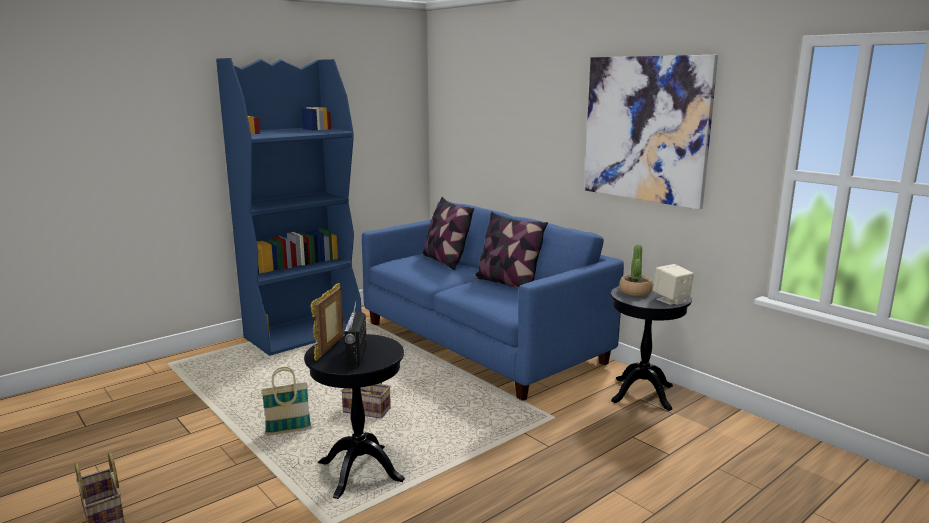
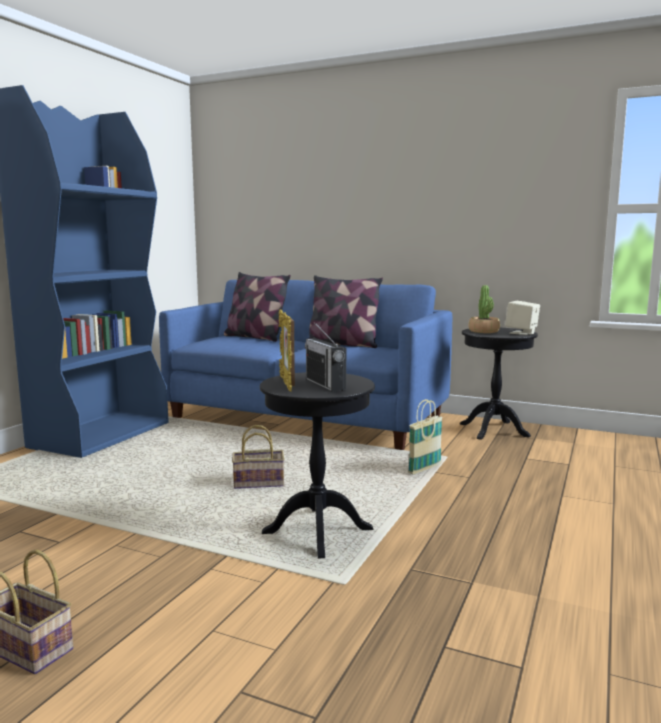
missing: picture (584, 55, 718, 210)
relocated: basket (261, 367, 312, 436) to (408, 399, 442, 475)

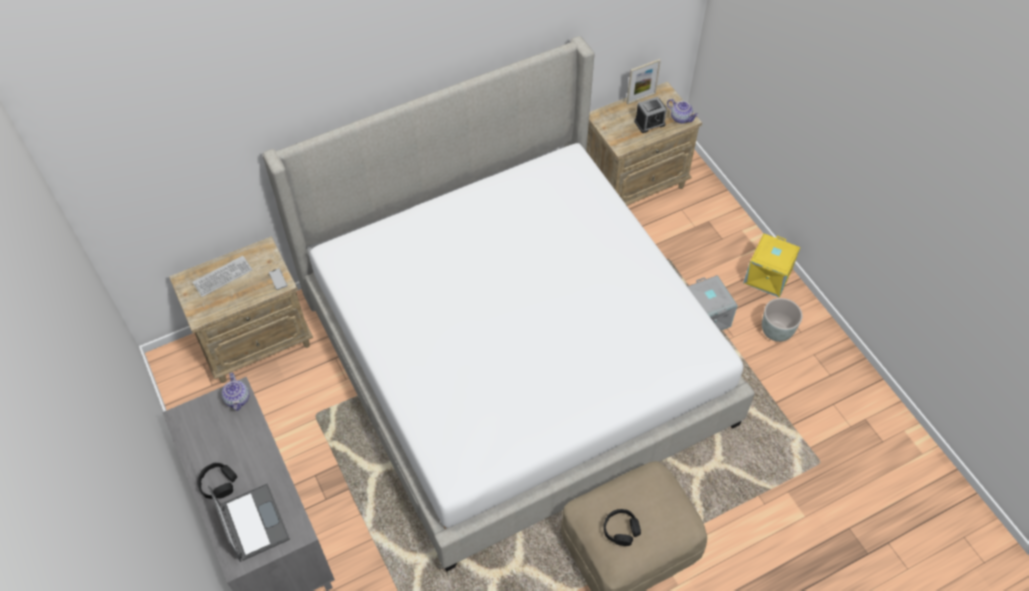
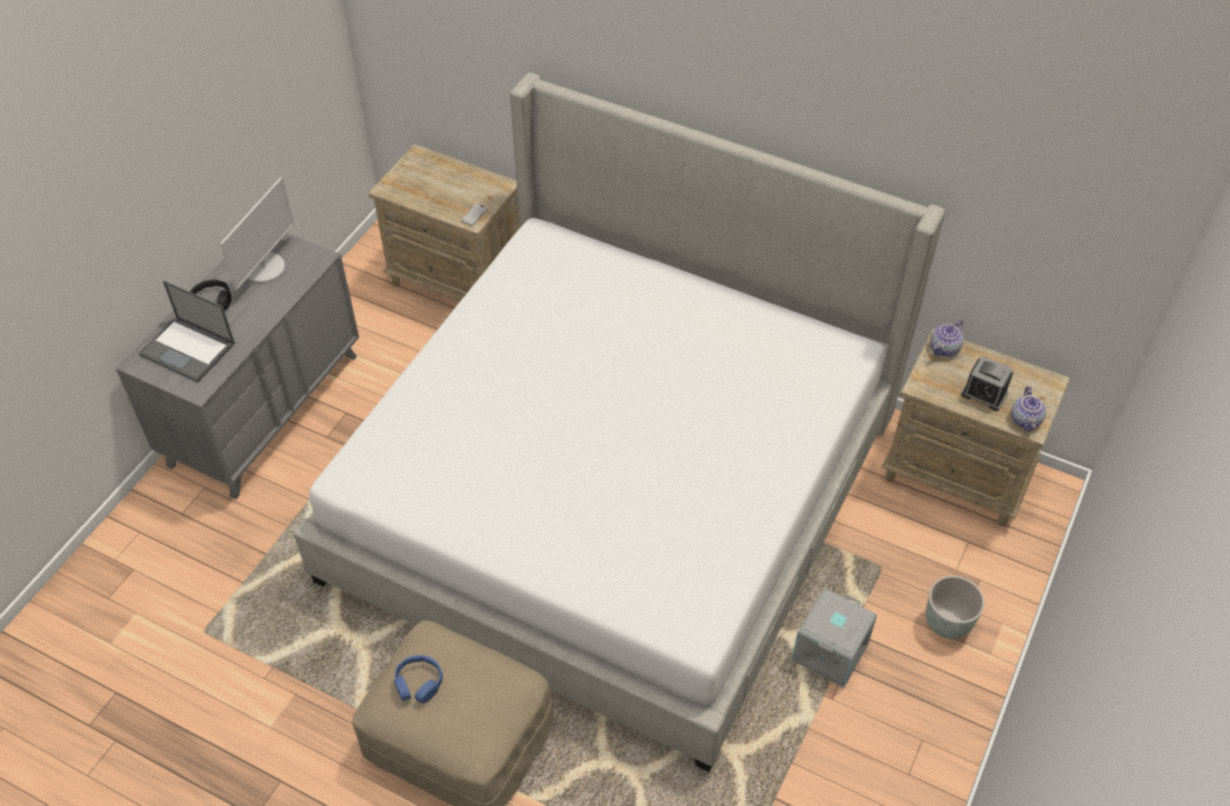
missing: keyboard (192, 256, 253, 297); picture frame (626, 59, 661, 105); storage box (yellow) (743, 233, 800, 298)
appeared: monitor (220, 177, 294, 290)
relocated: teapot (221, 373, 250, 411) to (930, 319, 964, 356); planter (grey) (762, 298, 802, 342) to (926, 576, 985, 639)
colour: headphones (black) (604, 509, 641, 546) to headphones (blue) (394, 655, 443, 703)
spun: laptop (208, 483, 290, 562) = (139, 280, 235, 382) 90 degrees clockwise

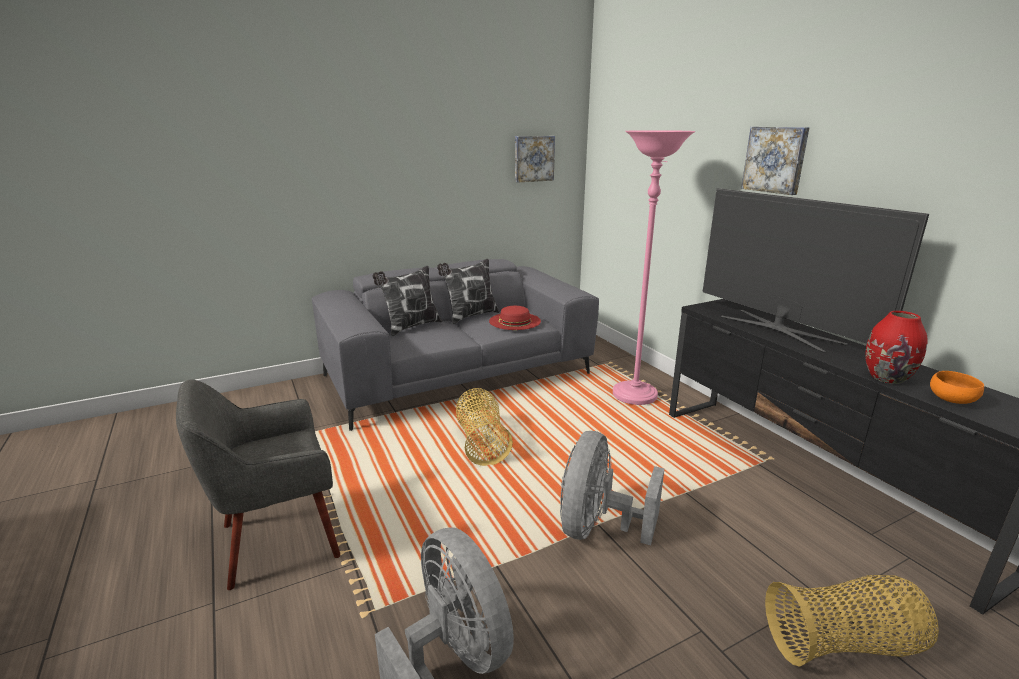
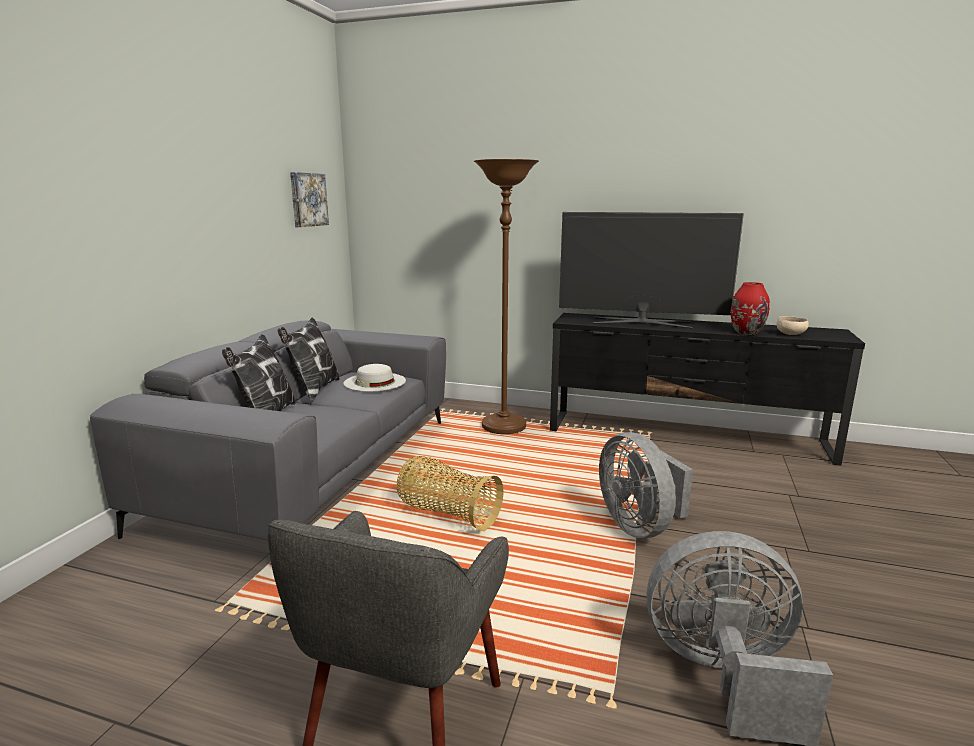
missing: picture (741, 127, 810, 195); basket (765, 575, 939, 667)
colour: hat (red) (489, 306, 541, 330) to hat (white) (343, 364, 406, 391); floor lamp (pink) (613, 130, 696, 405) to floor lamp (brown) (474, 159, 539, 434); bowl (orange) (930, 371, 984, 404) to bowl (beige) (777, 316, 809, 335)

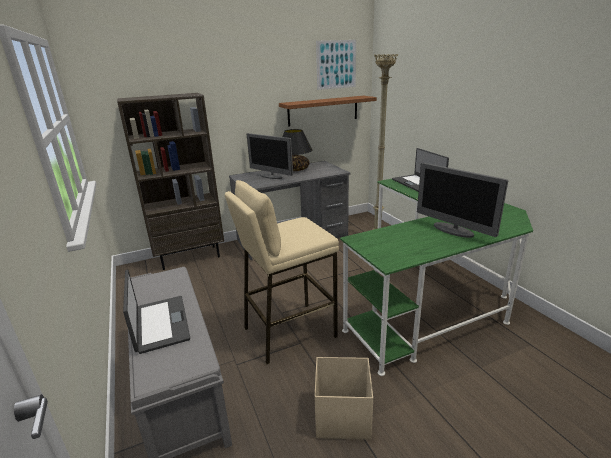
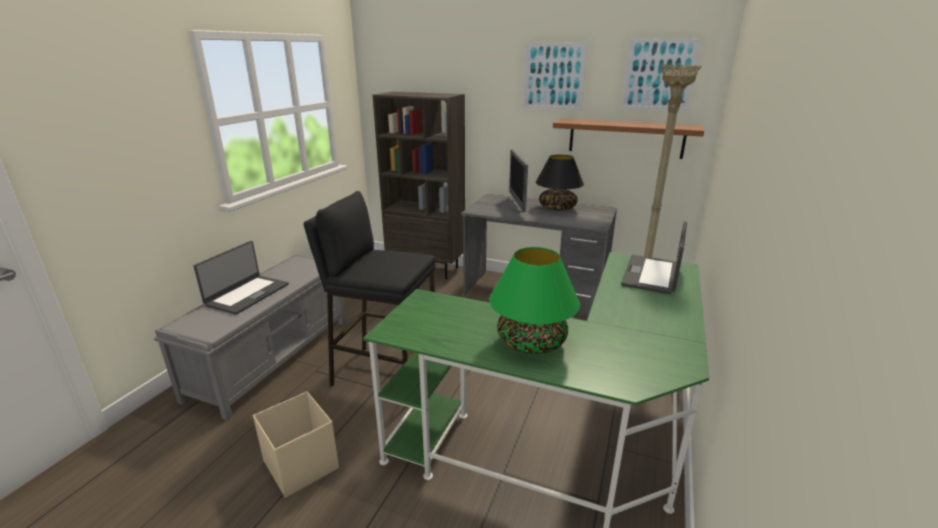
appeared: picture (523, 43, 588, 110)
exchanged: monitor (417, 163, 508, 238) to table lamp (green) (489, 247, 580, 354)
colour: stool (beige) (225, 180, 339, 364) to stool (black) (304, 191, 436, 386)

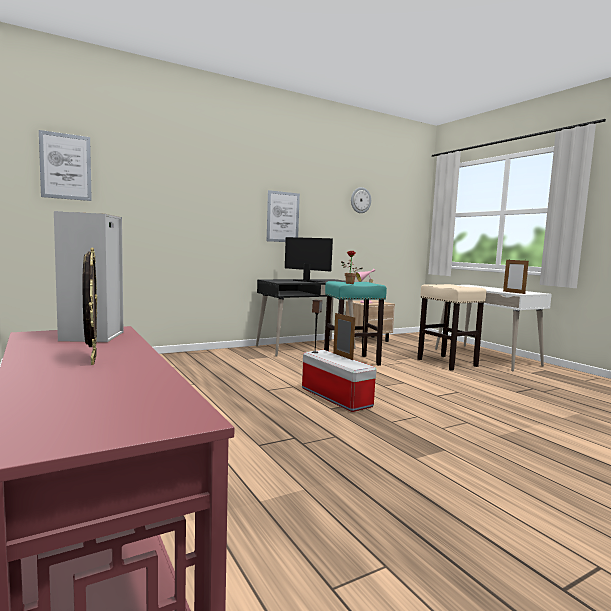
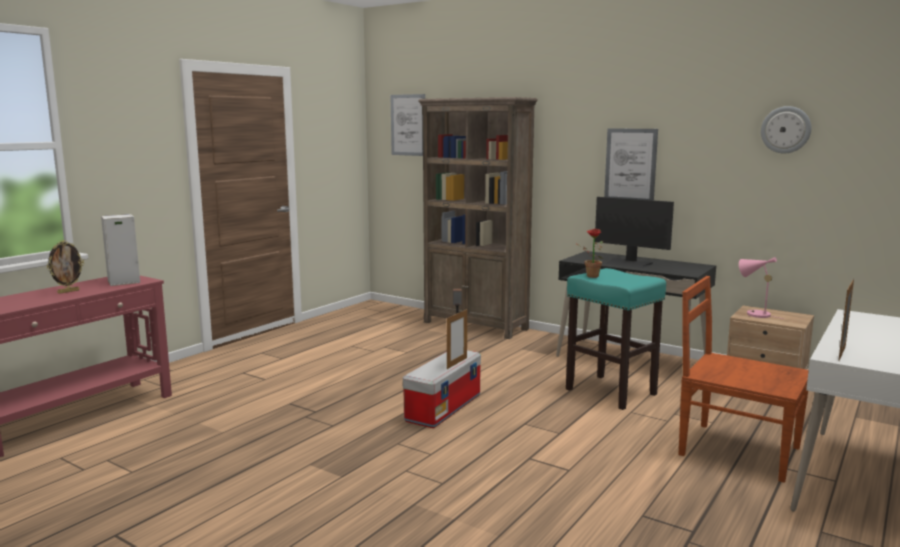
appeared: bookcase (brown) (418, 97, 538, 339)
exchanged: stool (beige) (417, 284, 487, 371) to chair (brown) (679, 276, 809, 483)
spun: monitor (285, 237, 333, 283) = (595, 197, 674, 268) 120 degrees clockwise

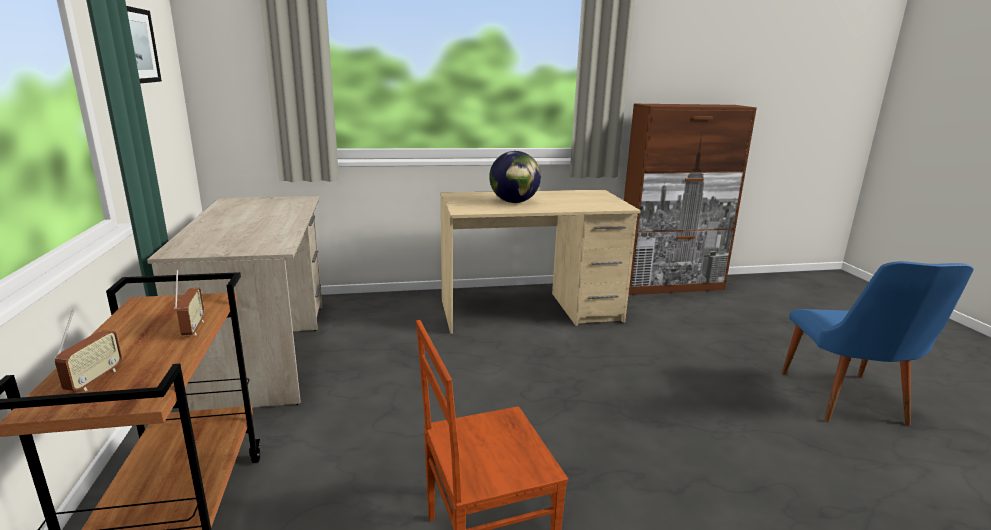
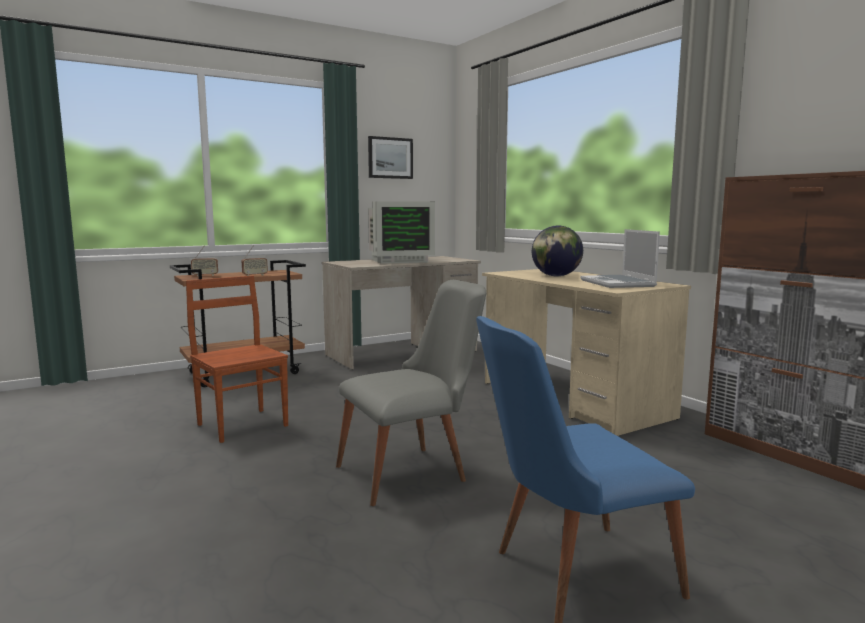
appeared: chair (grey) (336, 280, 486, 506); monitor (368, 201, 435, 264); laptop (580, 229, 660, 288)

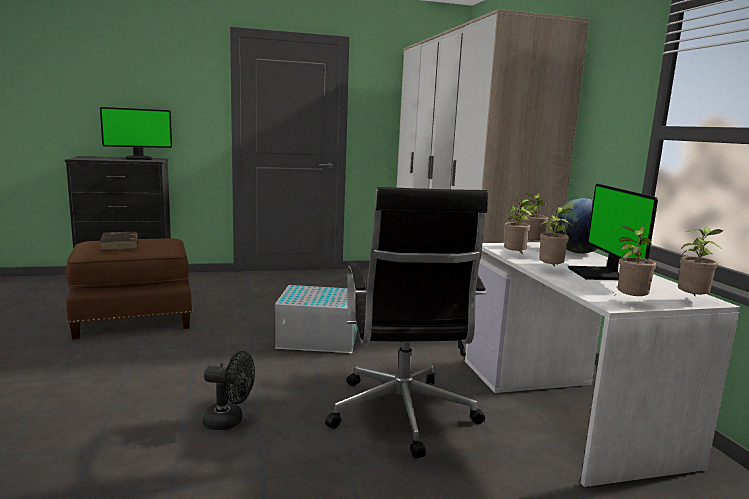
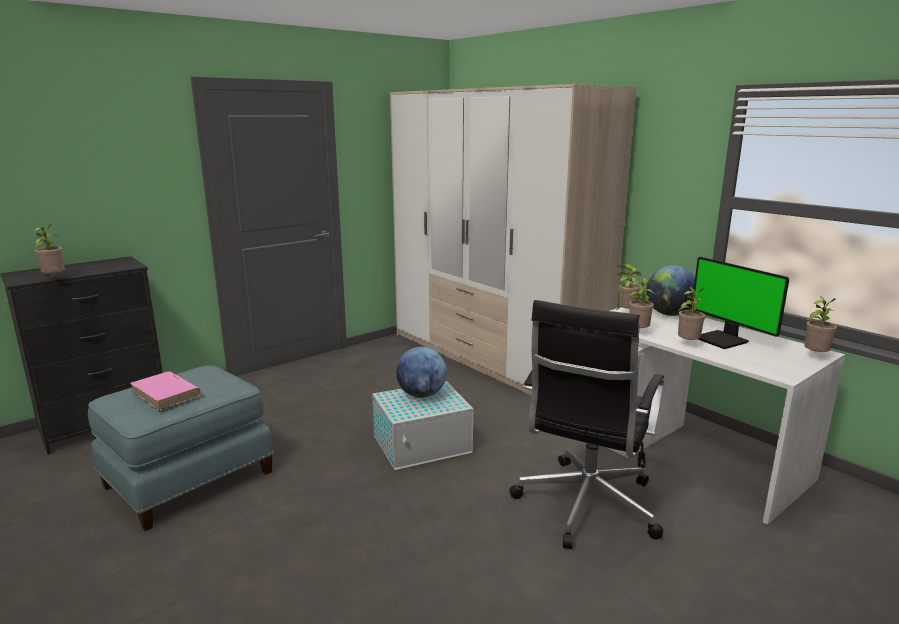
missing: monitor (100, 107, 172, 160); fan (black) (202, 351, 255, 430)
appeared: globe (396, 347, 447, 398)
relocated: potted plant (613, 226, 656, 297) to (33, 224, 65, 277)
colour: ottoman (brown) (66, 238, 192, 339) to ottoman (blue) (88, 365, 274, 531); book (brown) (100, 232, 138, 250) to book (pink) (130, 371, 201, 410)
spun: office chair (black) (325, 187, 488, 458) = (509, 300, 664, 549) 60 degrees clockwise

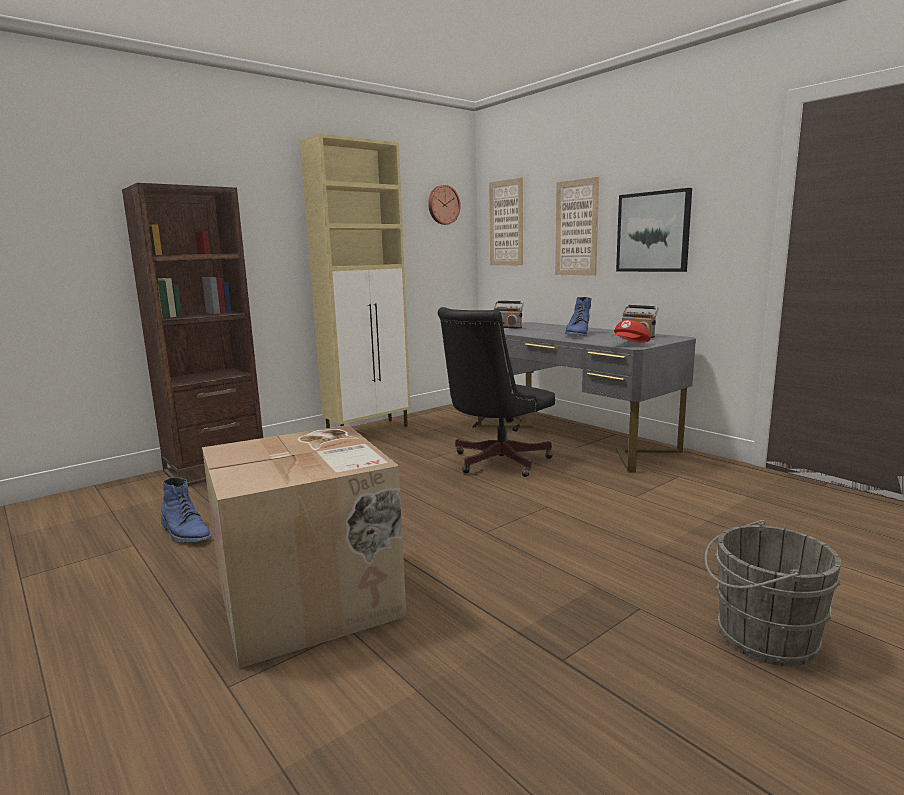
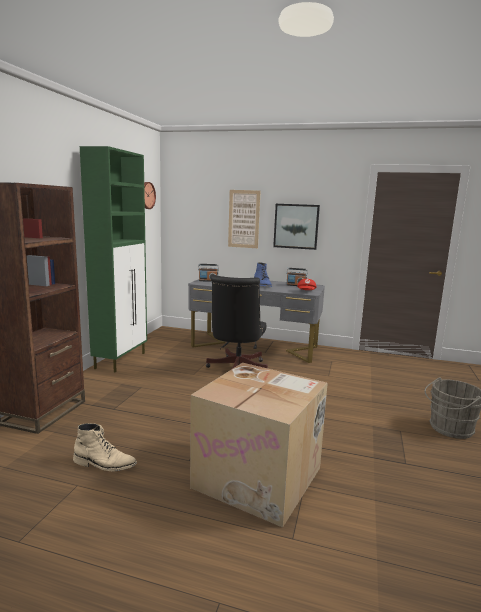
missing: picture (489, 177, 523, 266)
colour: boot (blue) (161, 477, 212, 542) to boot (beige) (73, 423, 137, 471); cabinet (beige) (300, 133, 411, 428) to cabinet (green) (80, 146, 147, 373)

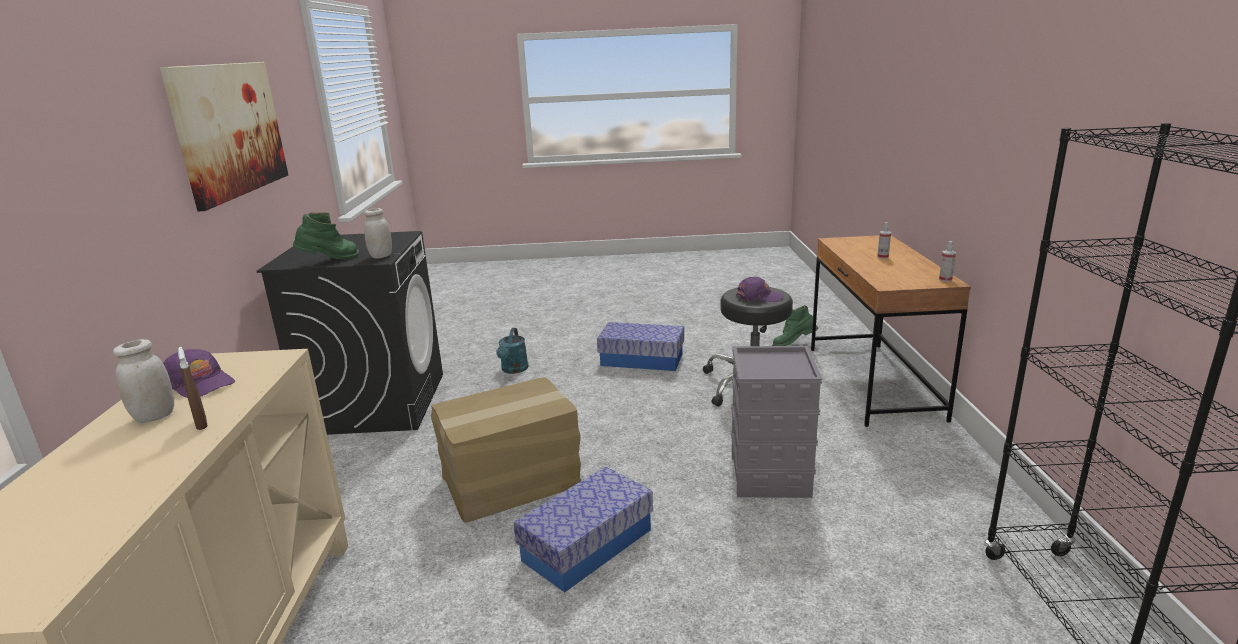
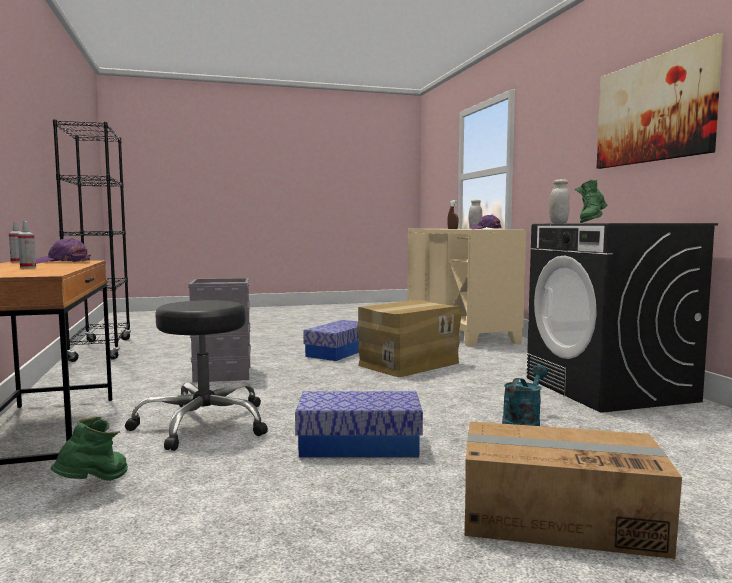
appeared: cardboard box (465, 421, 682, 559)
relocated: cap (purple) (736, 277, 784, 302) to (36, 238, 91, 263)
spun: watering can (turquoise) (496, 328, 529, 374) = (502, 365, 548, 426) 45 degrees clockwise; boot (green) (772, 305, 818, 346) = (50, 416, 128, 481) 45 degrees counterclockwise

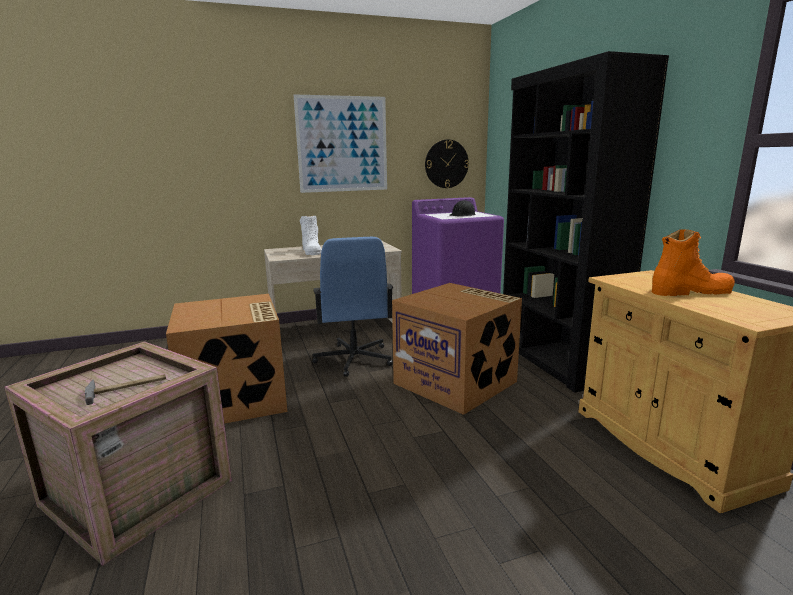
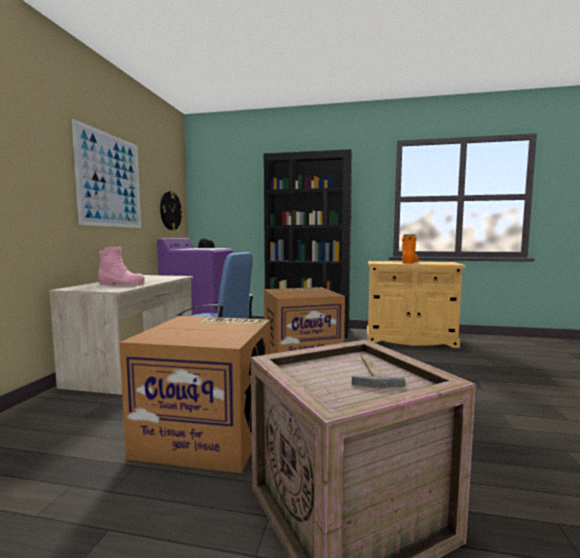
colour: boot (white) (300, 215, 322, 255) to boot (pink) (98, 247, 145, 285)

